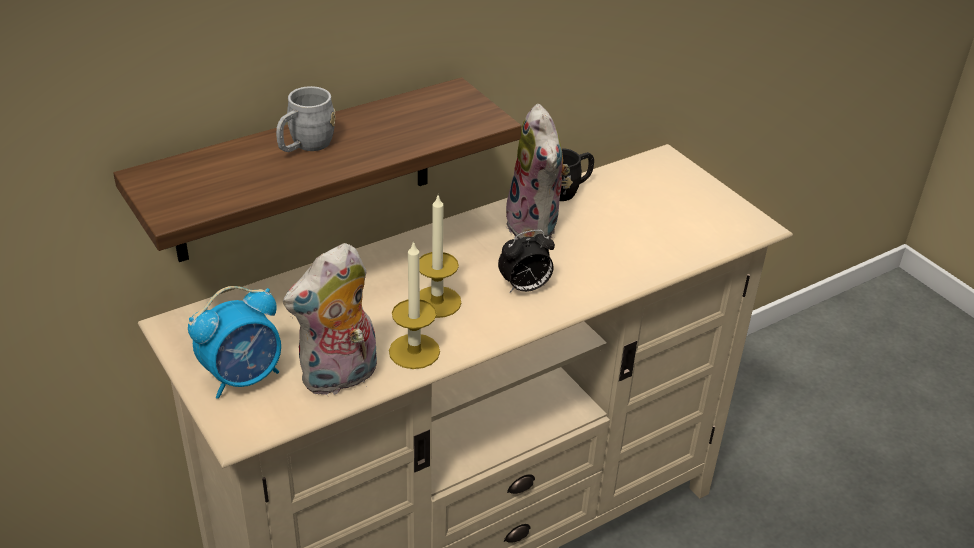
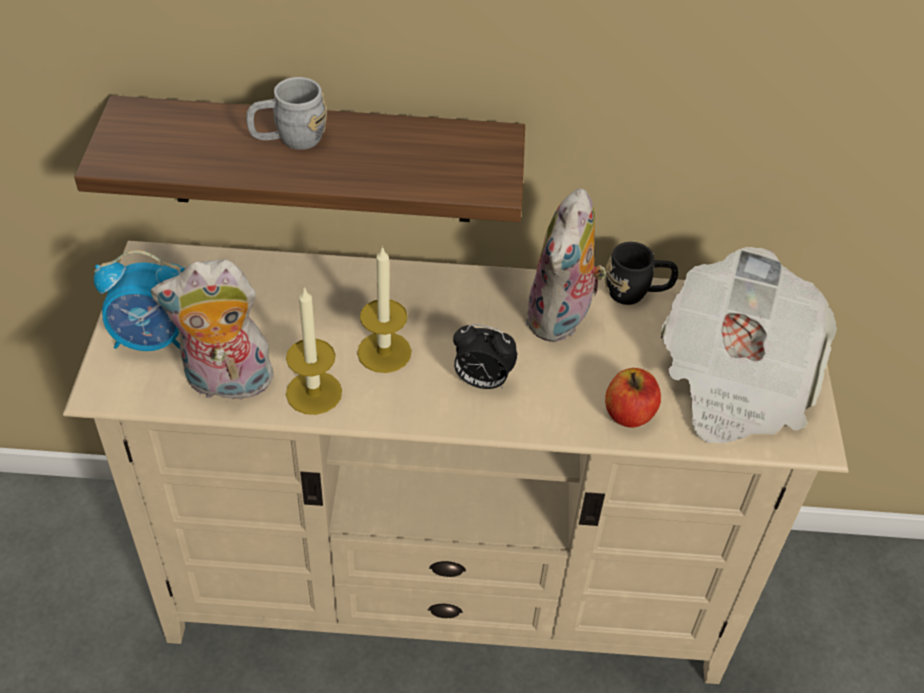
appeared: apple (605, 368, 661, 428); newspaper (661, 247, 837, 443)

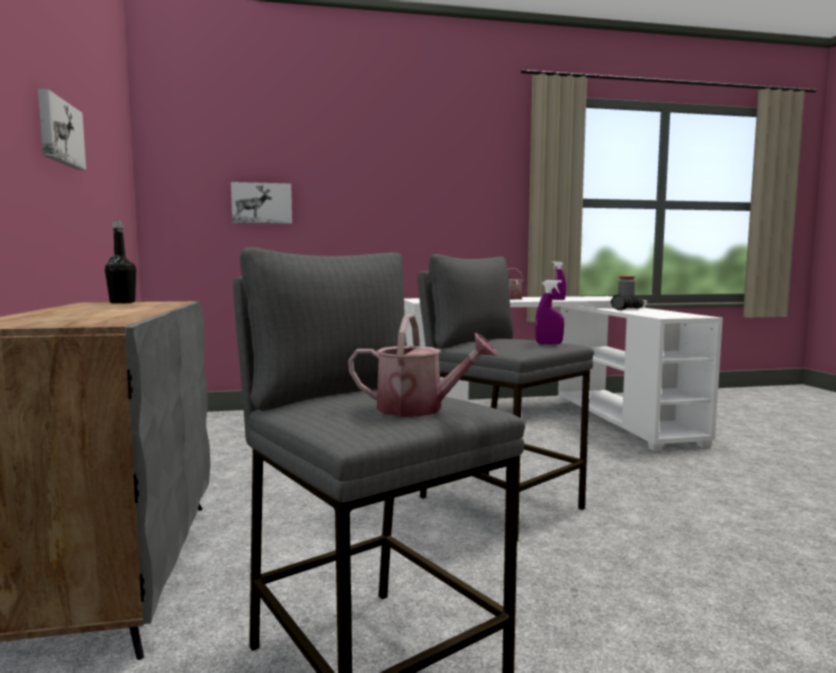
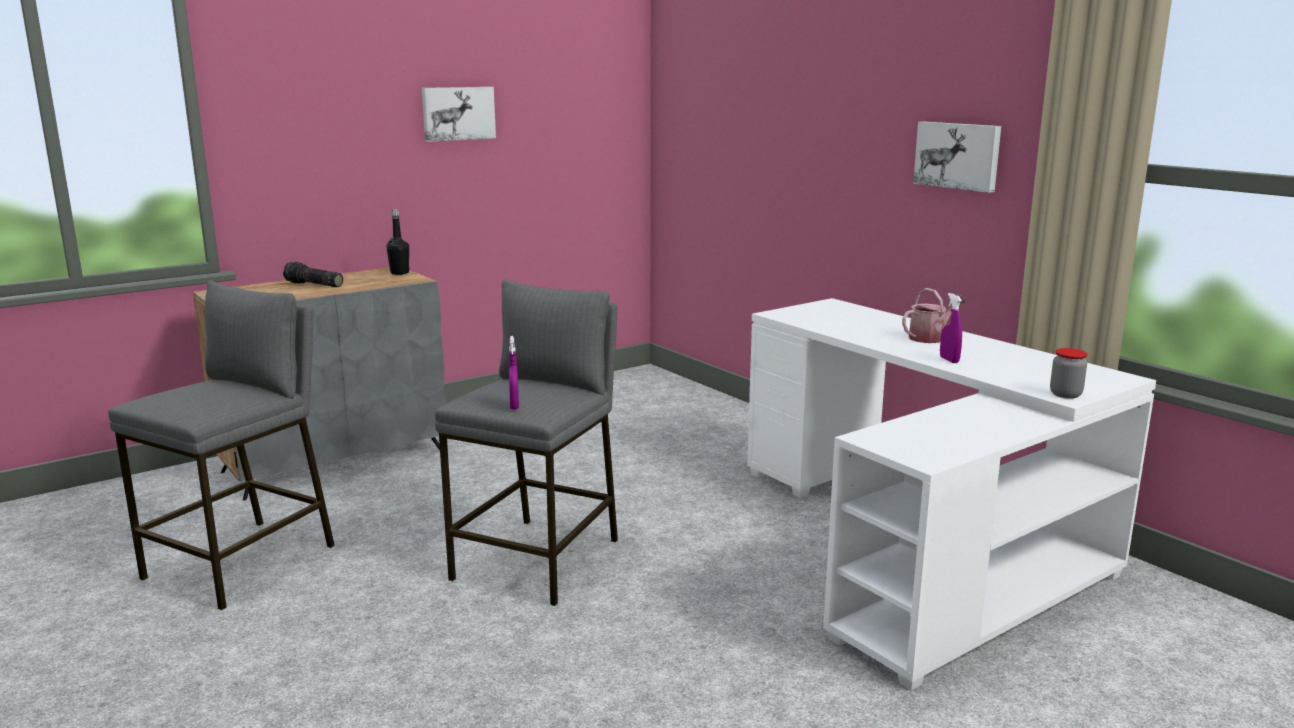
missing: watering can (348, 314, 498, 417)
relocated: picture (231, 182, 292, 224) to (913, 122, 1001, 193); flashlight (611, 294, 644, 310) to (283, 262, 343, 287)

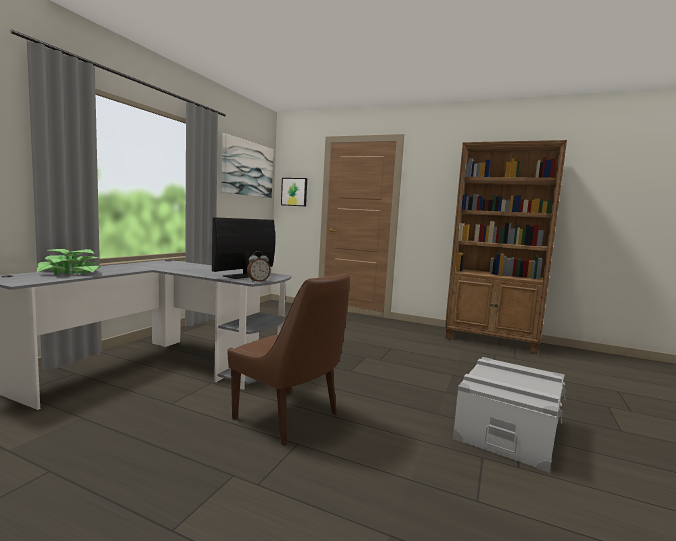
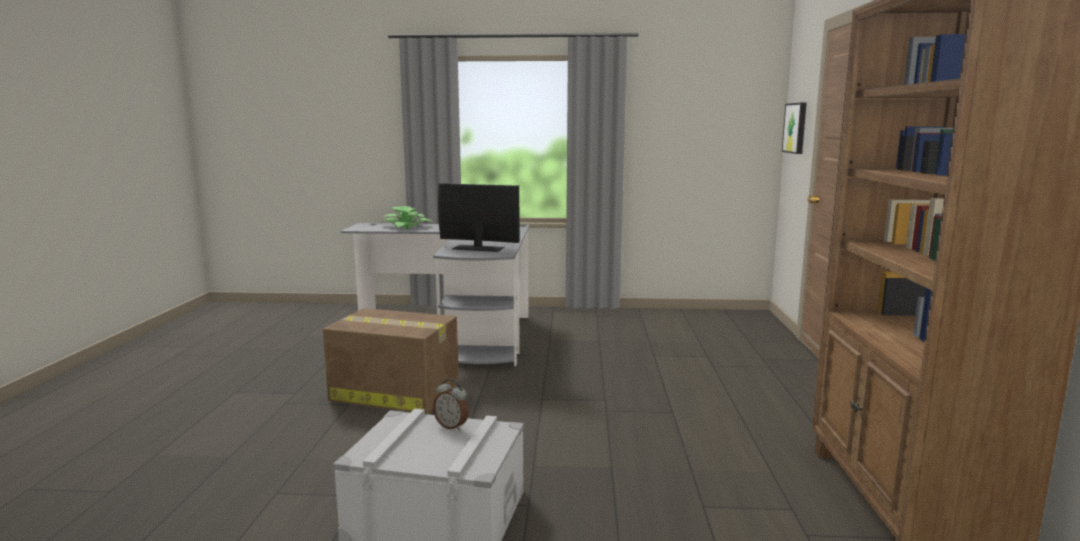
missing: picture (222, 133, 273, 198)
relocated: alarm clock (247, 251, 271, 282) to (433, 378, 469, 430)
exchanged: chair (brown) (228, 273, 350, 446) to cardboard box (323, 308, 459, 414)

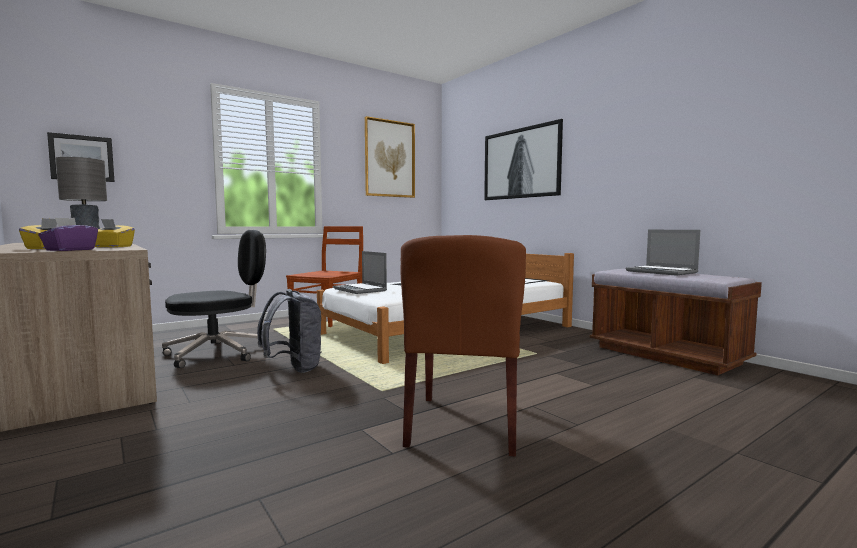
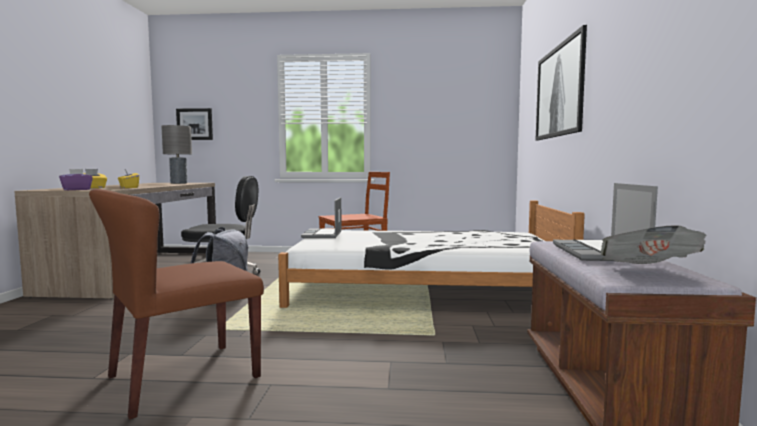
missing: picture (365, 116, 415, 198)
appeared: newspaper (600, 225, 706, 264)

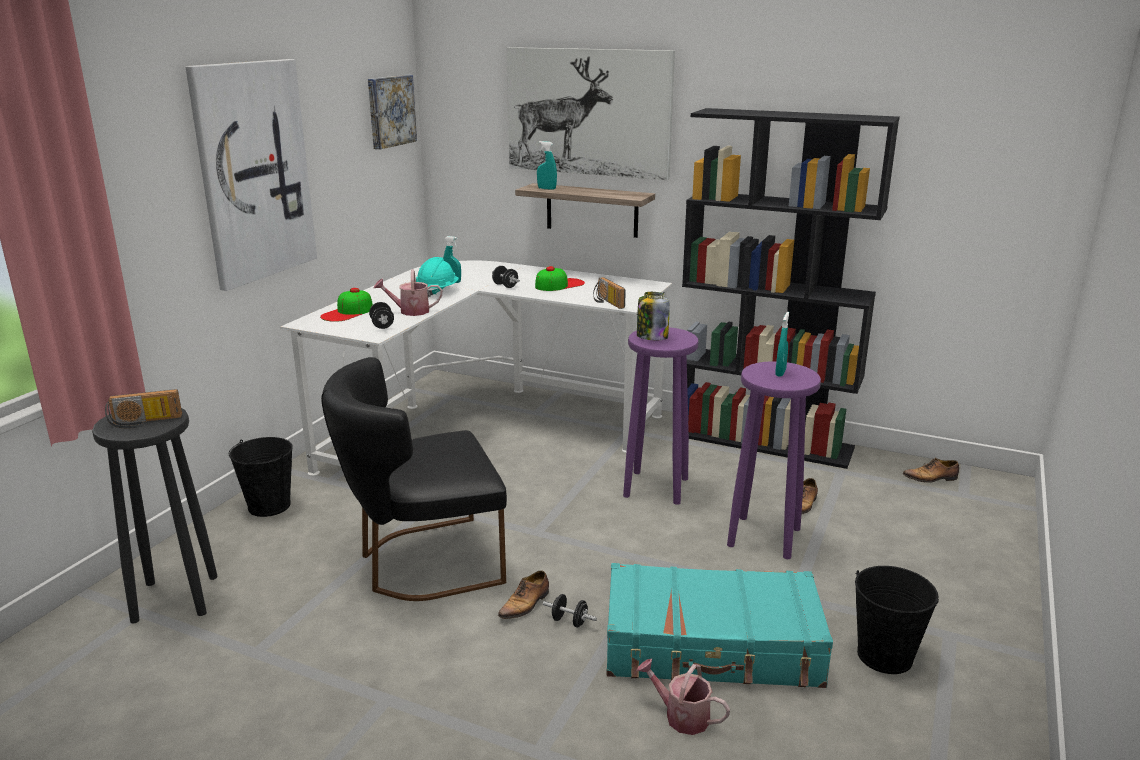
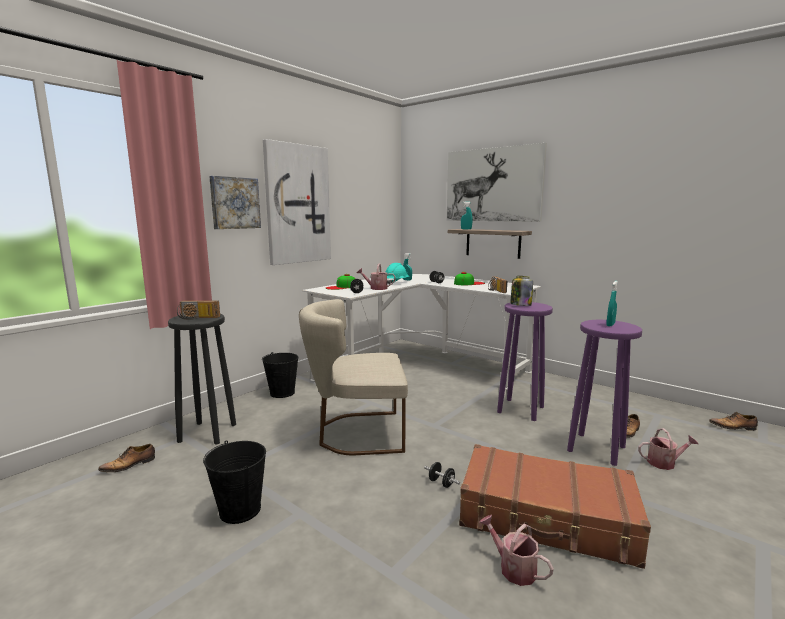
missing: bookcase (black) (682, 108, 900, 469)
appeared: watering can (638, 428, 699, 470)
relocated: picture (368, 75, 417, 150) to (209, 176, 261, 229); shoe (498, 571, 549, 619) to (98, 444, 155, 472); bucket (black) (855, 566, 939, 674) to (203, 441, 266, 524)
colour: chair (black) (321, 357, 507, 601) to chair (beige) (299, 299, 408, 455); suitcase (turquoise) (606, 563, 833, 688) to suitcase (brown) (459, 444, 651, 569)

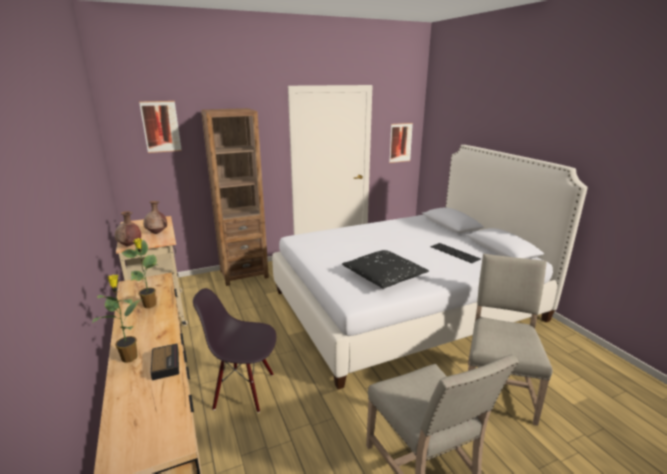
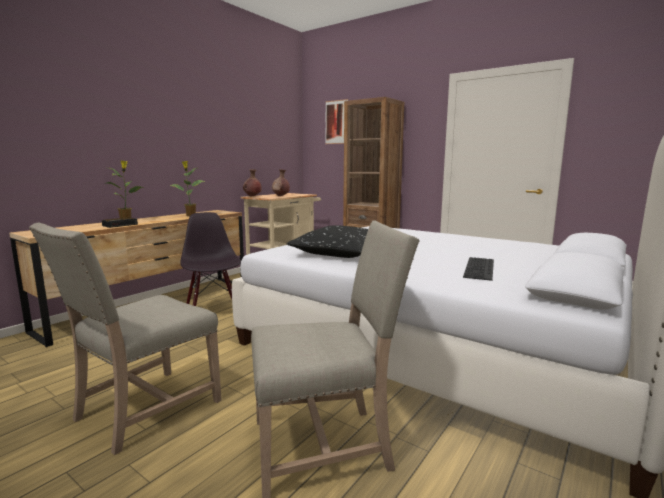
missing: picture (389, 123, 413, 163)

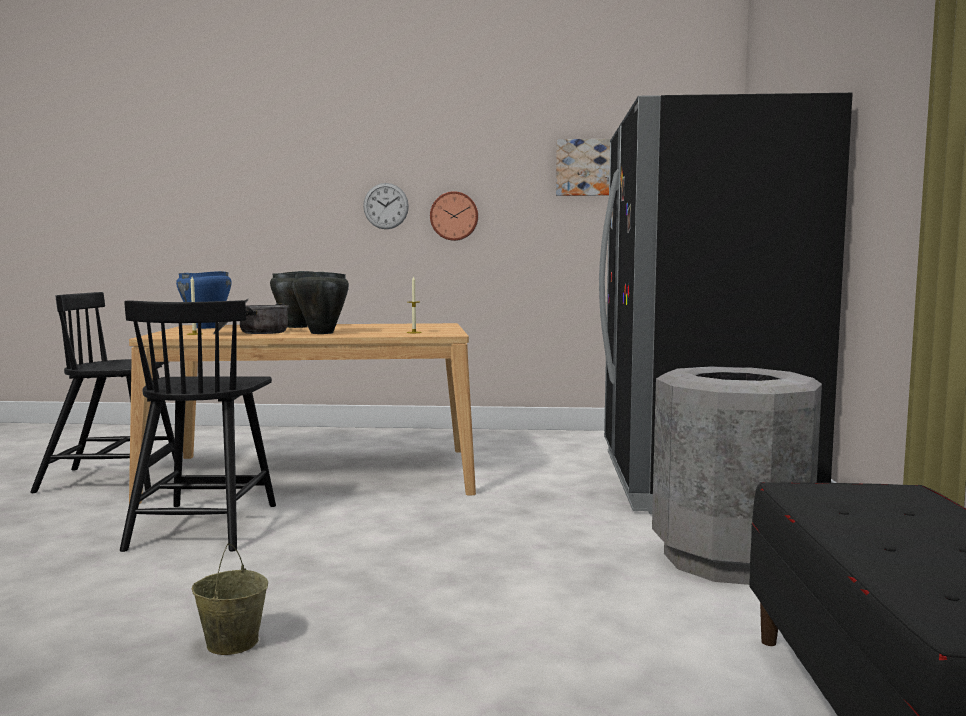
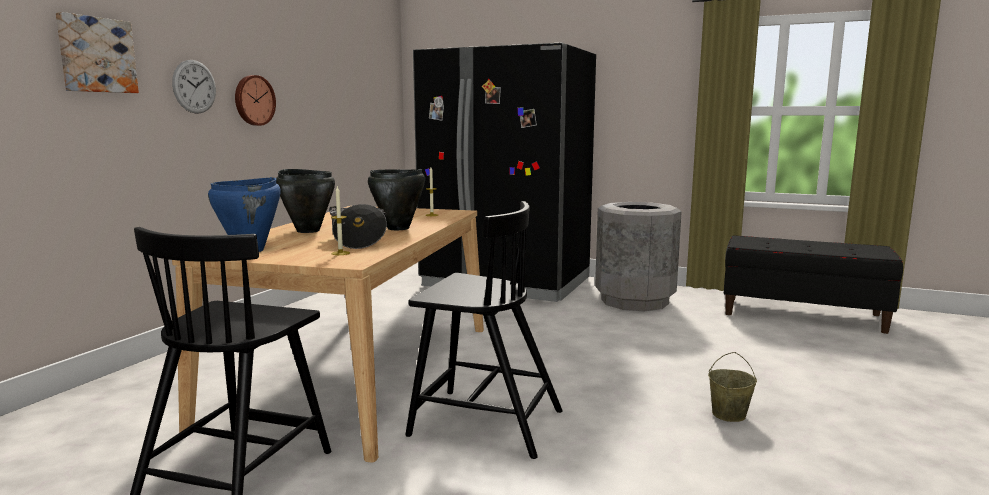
relocated: picture (556, 139, 611, 196) to (56, 12, 139, 93)

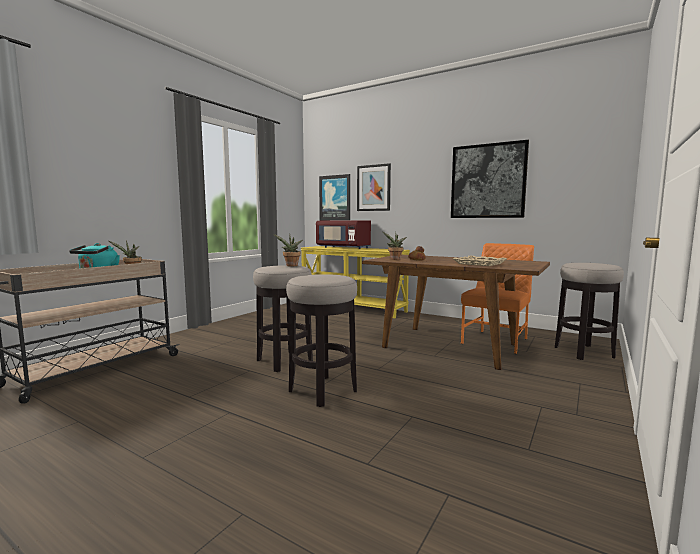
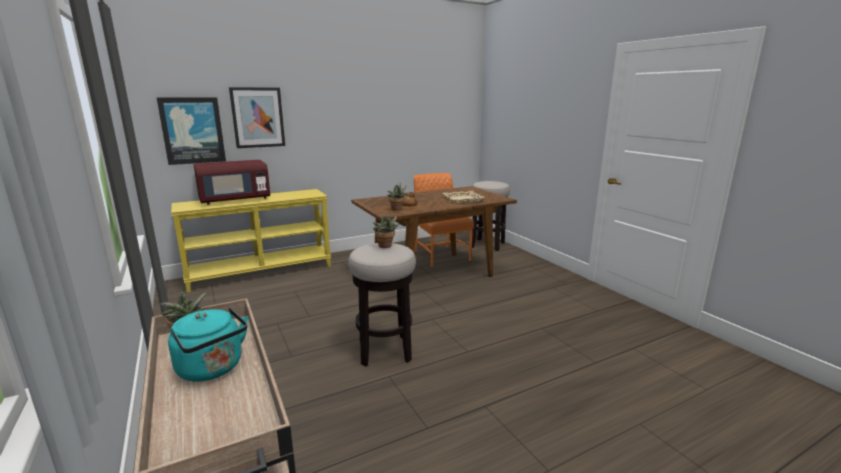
missing: stool (286, 274, 357, 407); picture (451, 140, 529, 218)

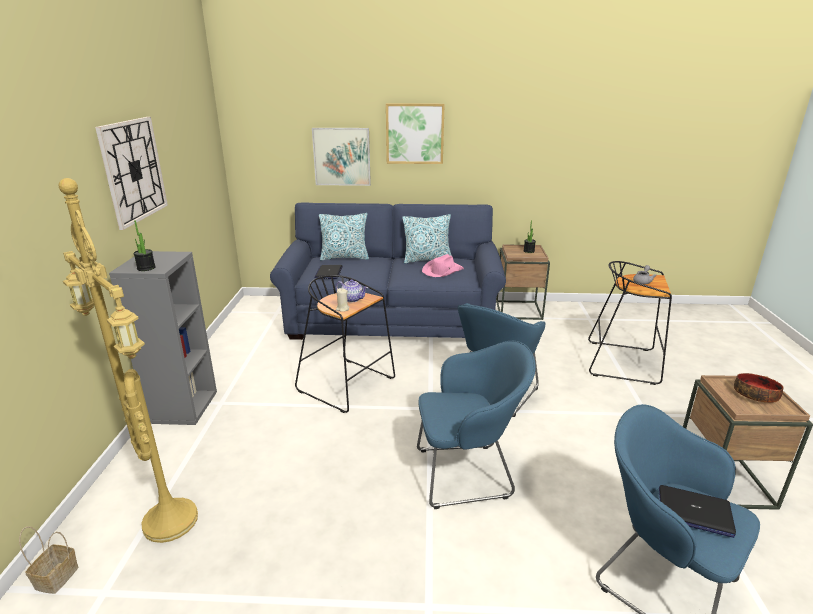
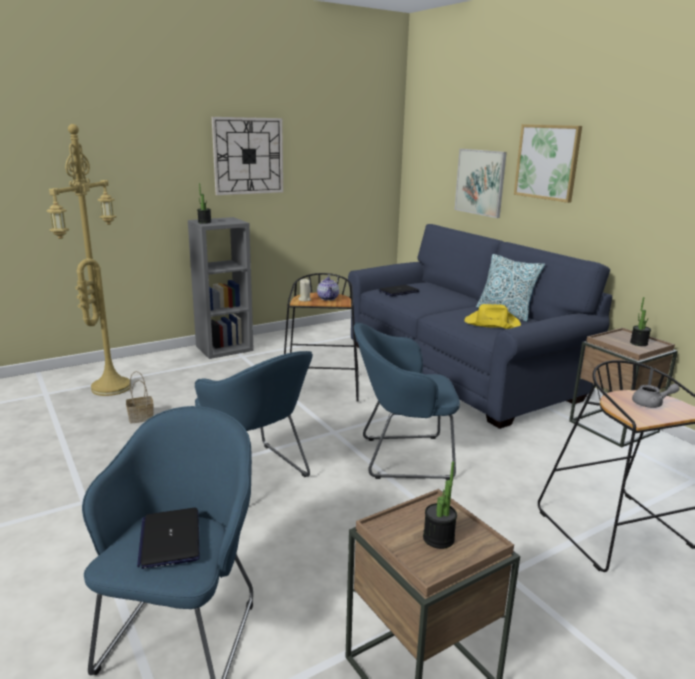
missing: pillow (319, 213, 369, 261)
relocated: basket (19, 526, 79, 594) to (126, 371, 154, 424)
exchanged: bowl (734, 373, 783, 403) to potted plant (423, 461, 457, 549)
colour: hat (pink) (422, 254, 464, 277) to hat (yellow) (464, 304, 521, 329)

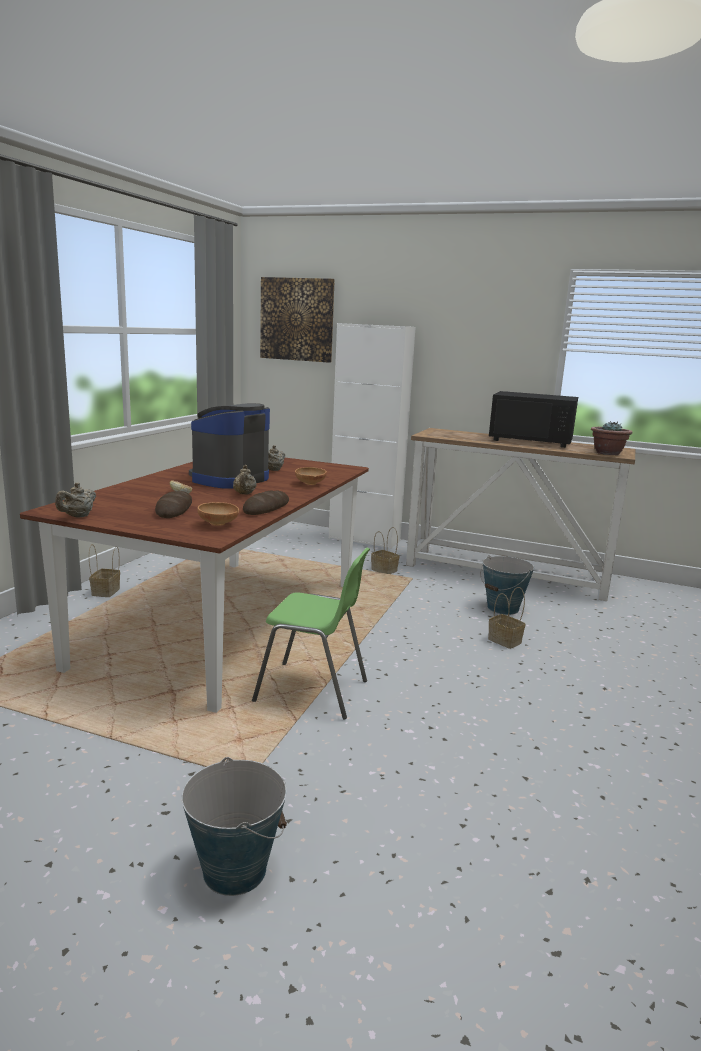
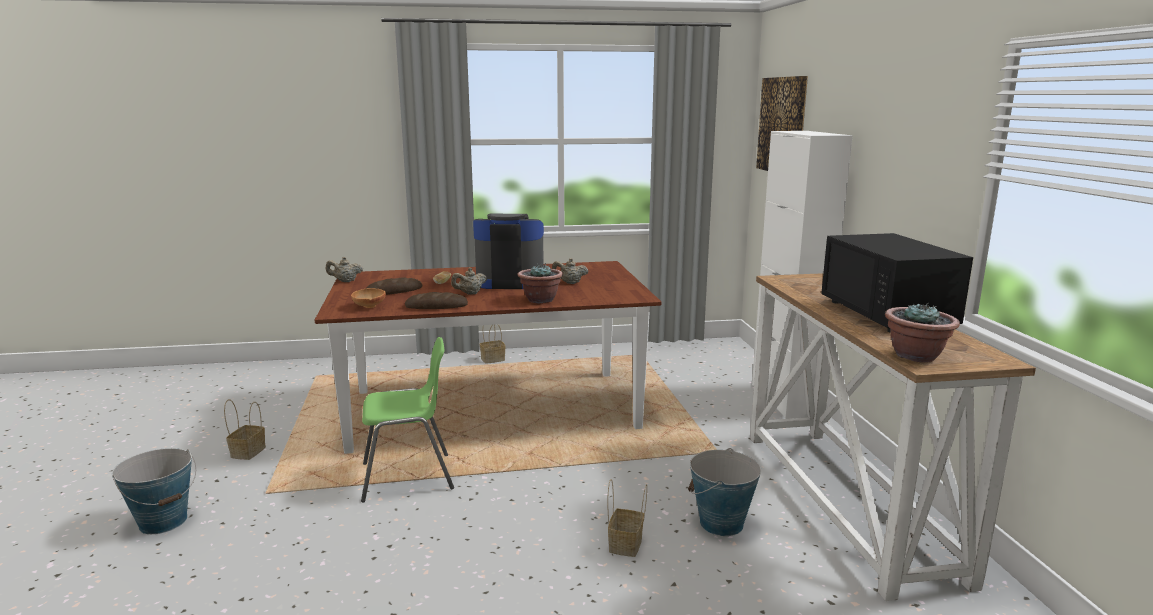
relocated: basket (371, 527, 399, 574) to (224, 399, 266, 460)
exchanged: bowl (brown) (295, 467, 327, 485) to potted plant (518, 263, 563, 303)
spun: chair (green) (252, 548, 370, 720) = (361, 337, 454, 502) 90 degrees counterclockwise

